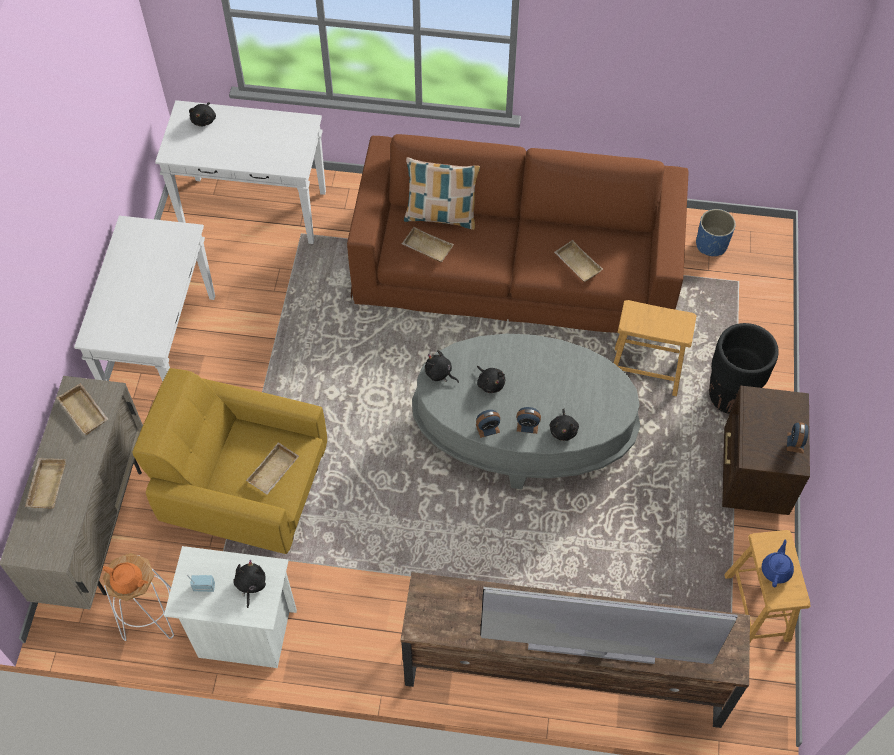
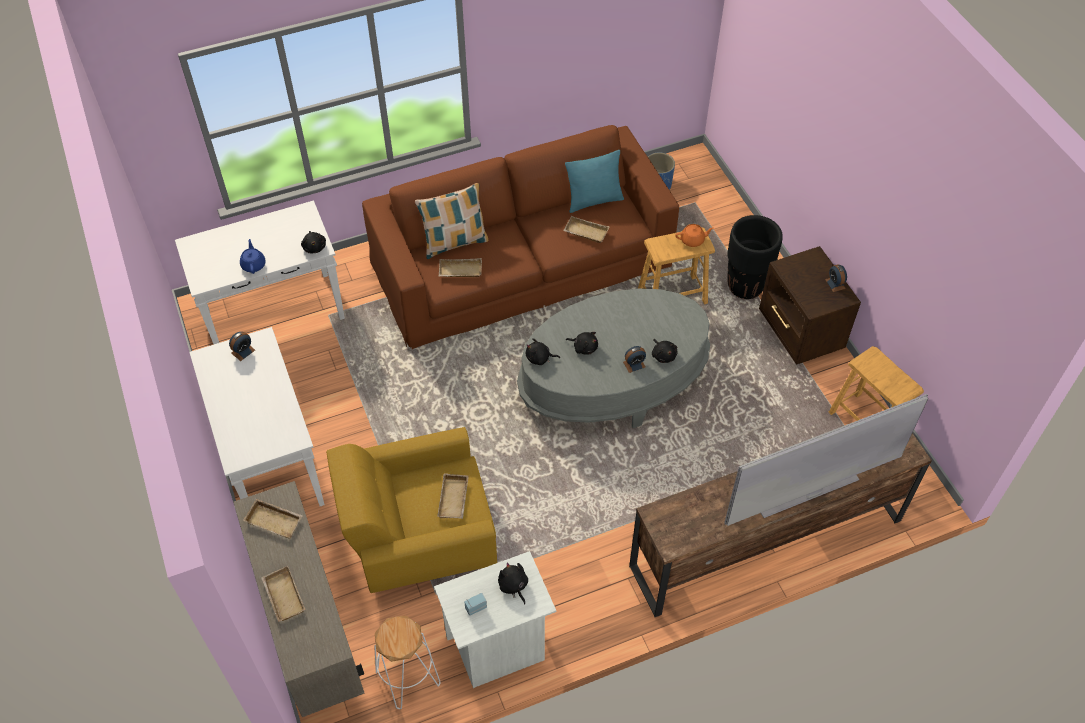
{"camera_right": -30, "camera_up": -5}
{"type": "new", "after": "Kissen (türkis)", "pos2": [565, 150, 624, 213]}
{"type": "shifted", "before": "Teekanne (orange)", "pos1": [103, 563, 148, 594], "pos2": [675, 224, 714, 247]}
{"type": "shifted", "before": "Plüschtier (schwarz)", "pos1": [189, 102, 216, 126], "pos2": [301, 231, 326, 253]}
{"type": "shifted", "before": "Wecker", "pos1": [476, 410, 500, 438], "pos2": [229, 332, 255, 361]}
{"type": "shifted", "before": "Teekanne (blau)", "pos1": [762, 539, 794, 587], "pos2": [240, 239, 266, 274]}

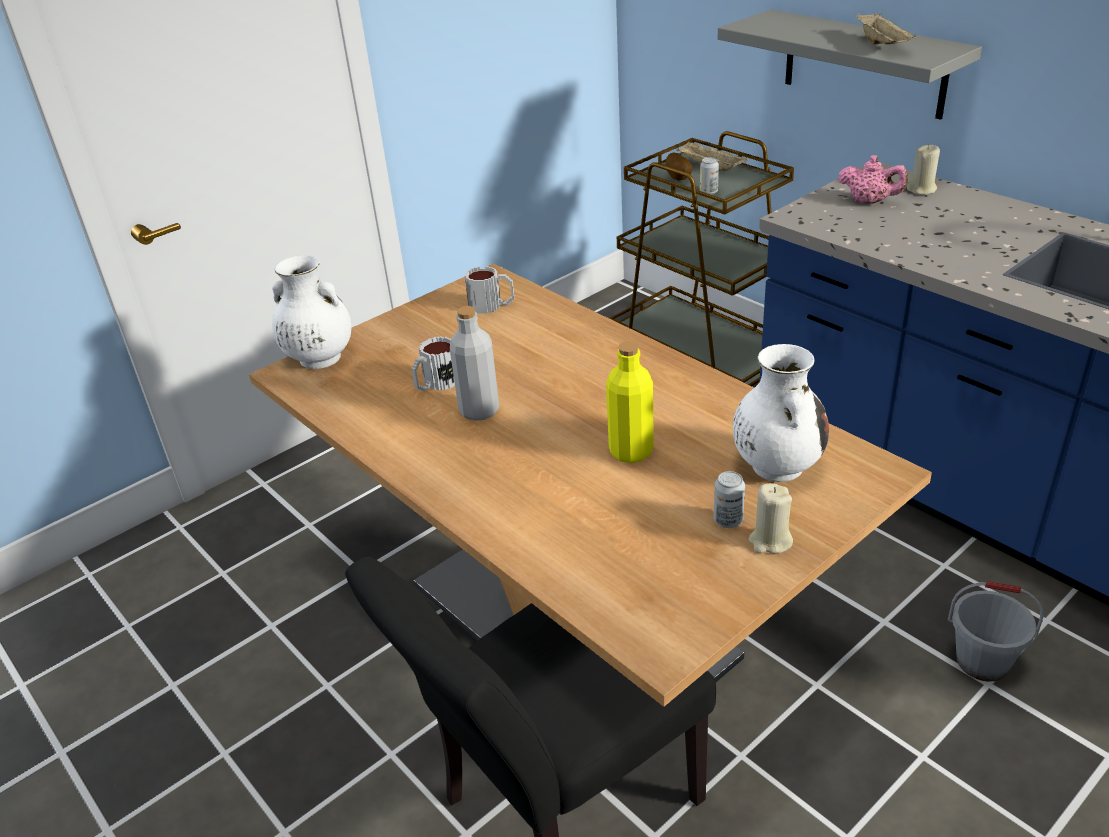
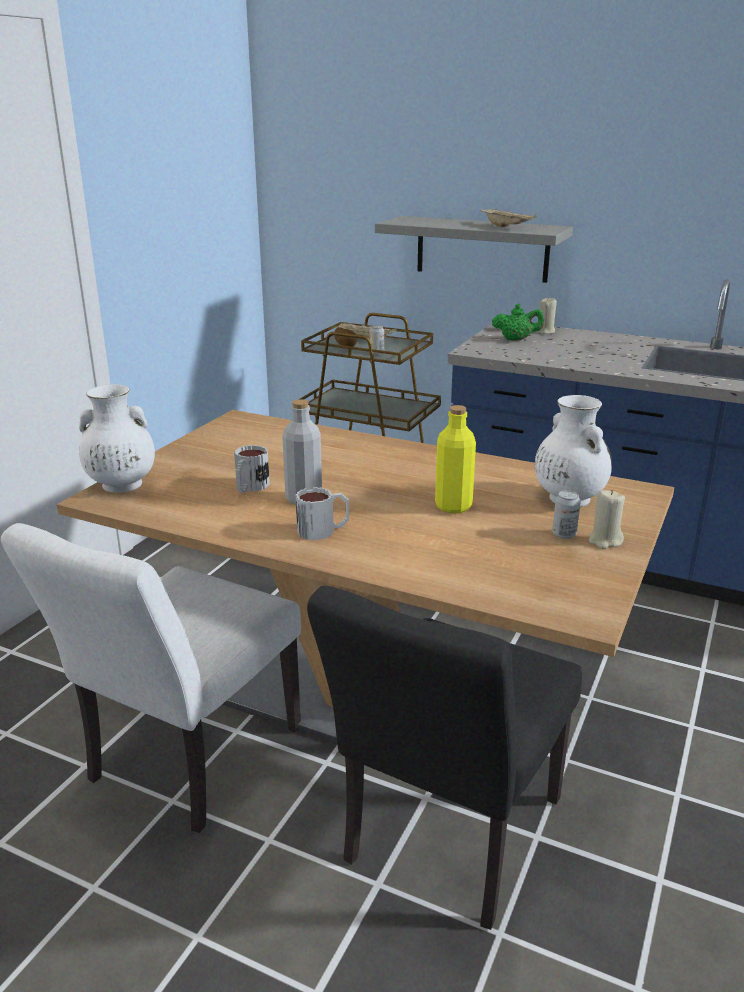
{"camera_right": -25, "camera_up": -10}
{"type": "gone", "before": "Eimer (grau)", "pos1": [948, 581, 1043, 682]}
{"type": "new", "after": "Stuhl (weiß)", "pos2": [1, 523, 301, 833]}
{"type": "shifted", "before": "Henkelbecher", "pos1": [465, 266, 514, 313], "pos2": [296, 487, 349, 540]}
{"type": "repainted", "before": "Teekanne (rosa)", "after": "Teekanne (grün)", "pos1": [838, 155, 908, 204], "pos2": [492, 304, 545, 341]}

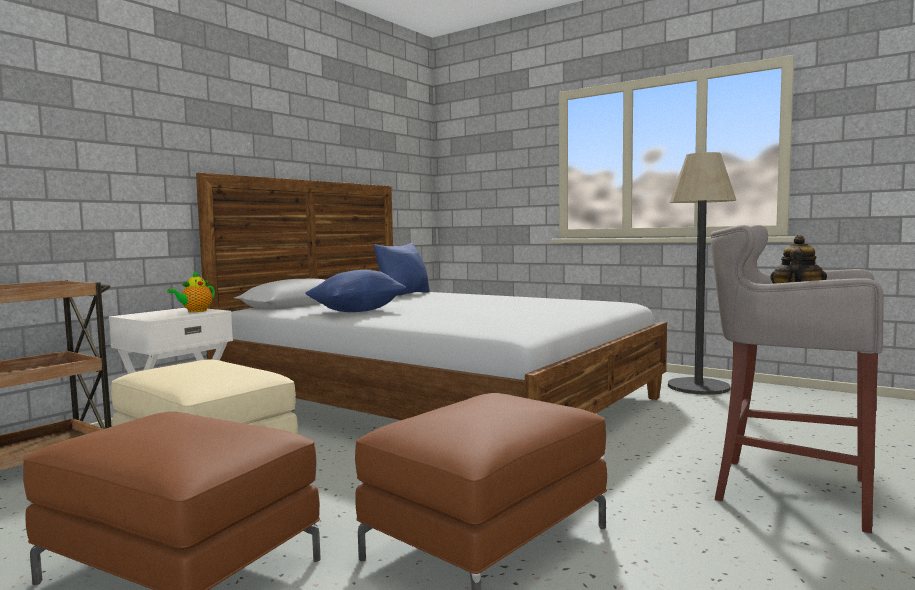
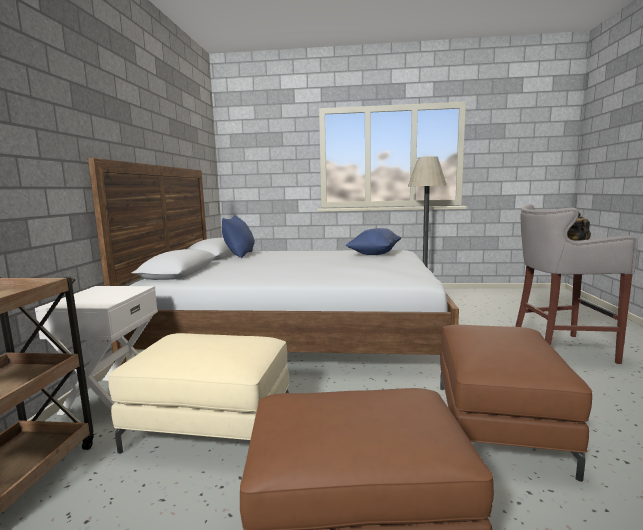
{"camera_right": -30, "camera_up": 5}
{"type": "gone", "before": "Teekanne", "pos1": [167, 271, 215, 312]}
{"type": "shifted", "before": "Kissen (blau)", "pos1": [305, 270, 406, 312], "pos2": [346, 228, 401, 255]}

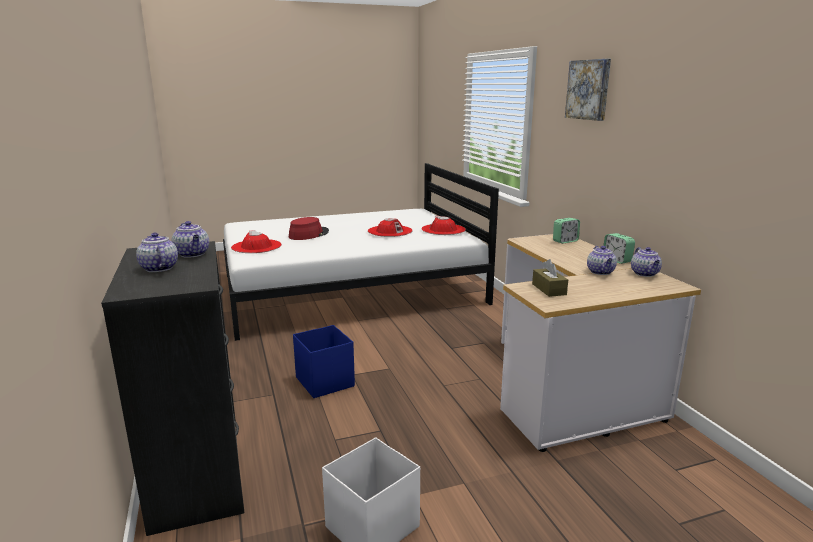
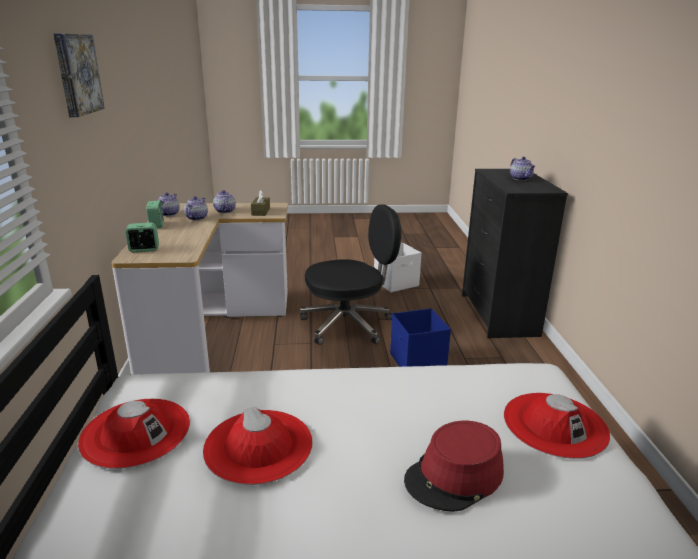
{"camera_right": -165, "camera_up": 5}
{"type": "new", "after": "Bürostuhl (schwarz)", "pos2": [300, 205, 401, 345]}
{"type": "shifted", "before": "Teekanne", "pos1": [172, 221, 209, 258], "pos2": [213, 190, 236, 213]}

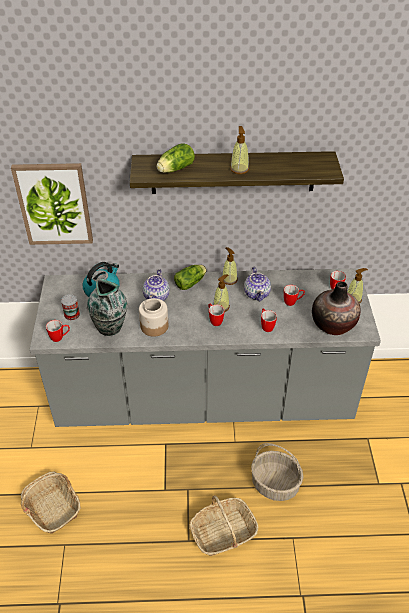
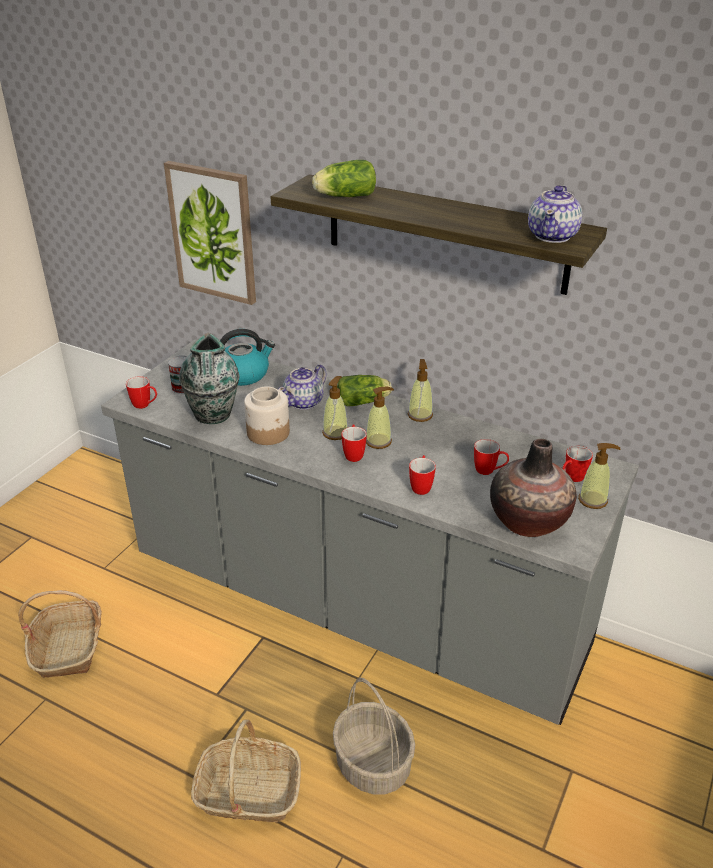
{"camera_right": 30, "camera_up": -10}
{"type": "shifted", "before": "Seifenspender", "pos1": [230, 126, 249, 174], "pos2": [322, 376, 348, 440]}
{"type": "shifted", "before": "Teekanne", "pos1": [244, 267, 271, 301], "pos2": [528, 186, 582, 243]}

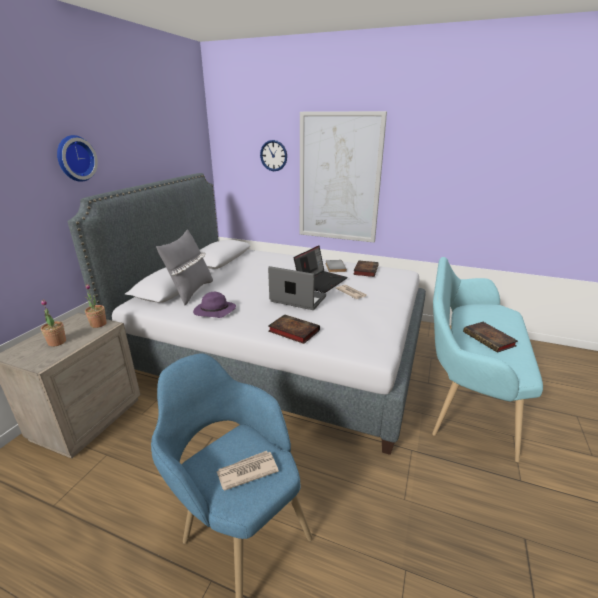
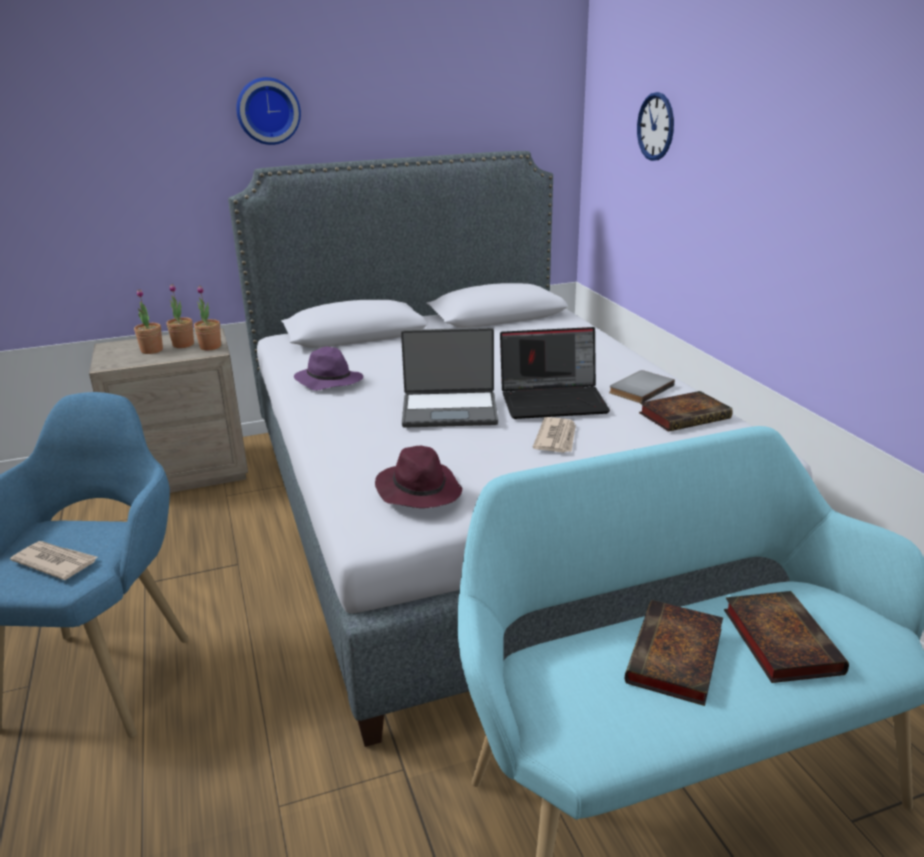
{"camera_right": 50, "camera_up": 0}
{"type": "gone", "before": "Kissen (grau)", "pos1": [156, 229, 213, 305]}
{"type": "gone", "before": "Bild", "pos1": [300, 111, 387, 243]}
{"type": "new", "after": "Topfpflanze", "pos2": [166, 284, 194, 348]}
{"type": "new", "after": "Hut (lila)", "pos2": [375, 446, 462, 508]}
{"type": "shifted", "before": "Buch", "pos1": [268, 314, 320, 344], "pos2": [724, 591, 849, 683]}
{"type": "rotated", "before": "Laptop", "pos1": [268, 266, 326, 310], "pos2": [401, 328, 498, 428], "turn": 105}

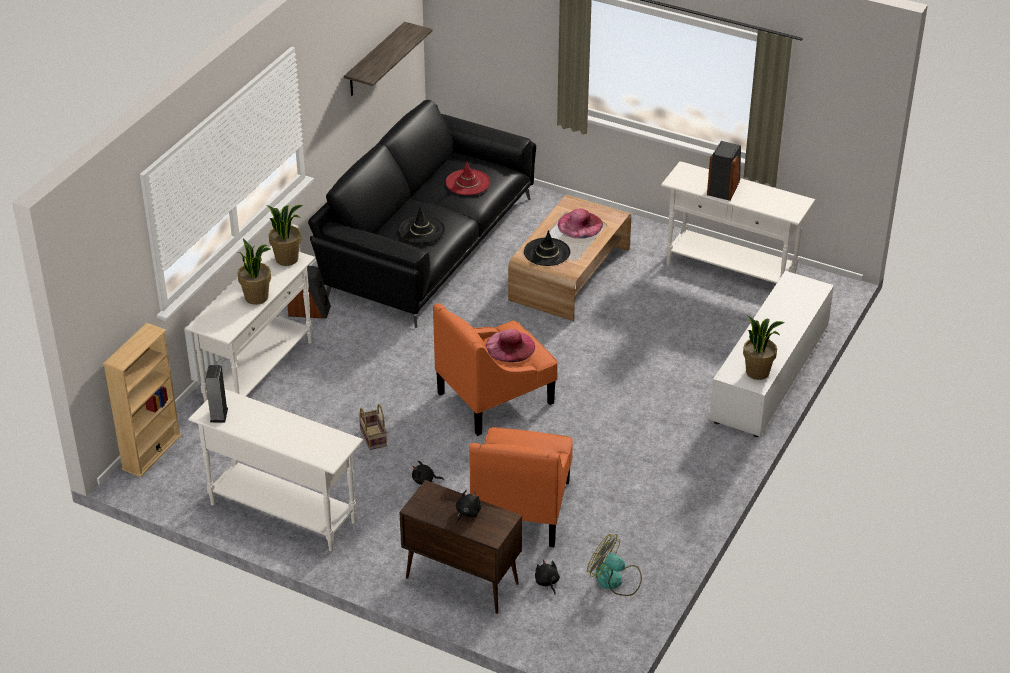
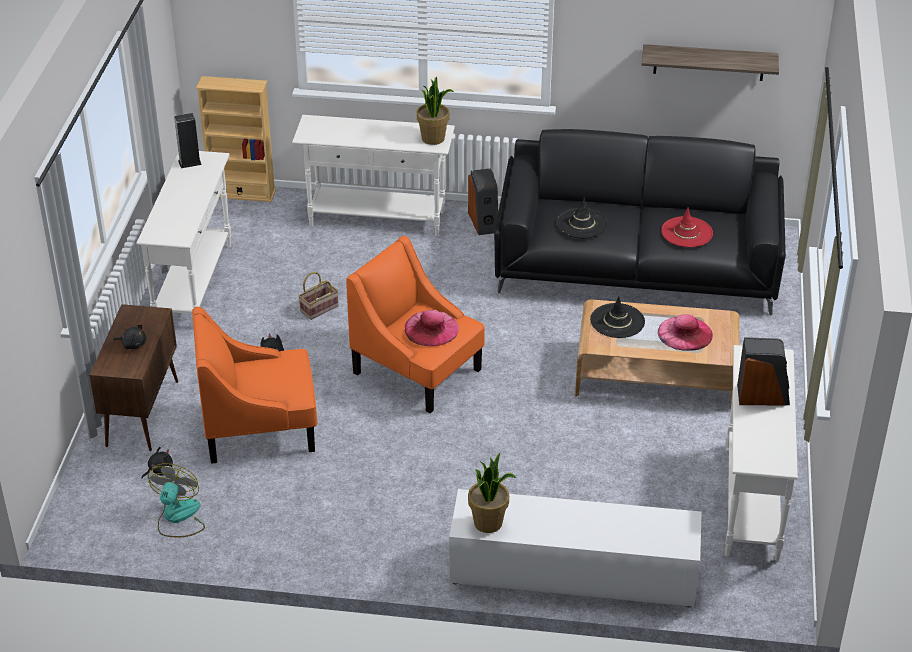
{"camera_right": 70, "camera_up": 0}
{"type": "gone", "before": "Topfpflanze", "pos1": [237, 239, 271, 305]}

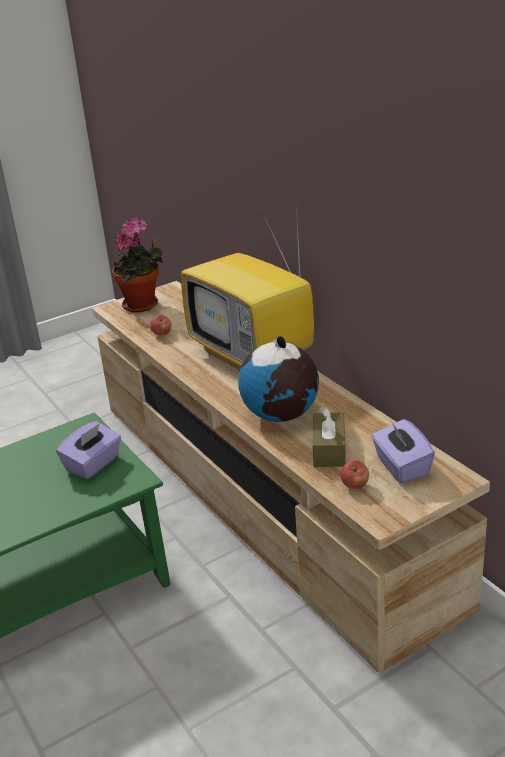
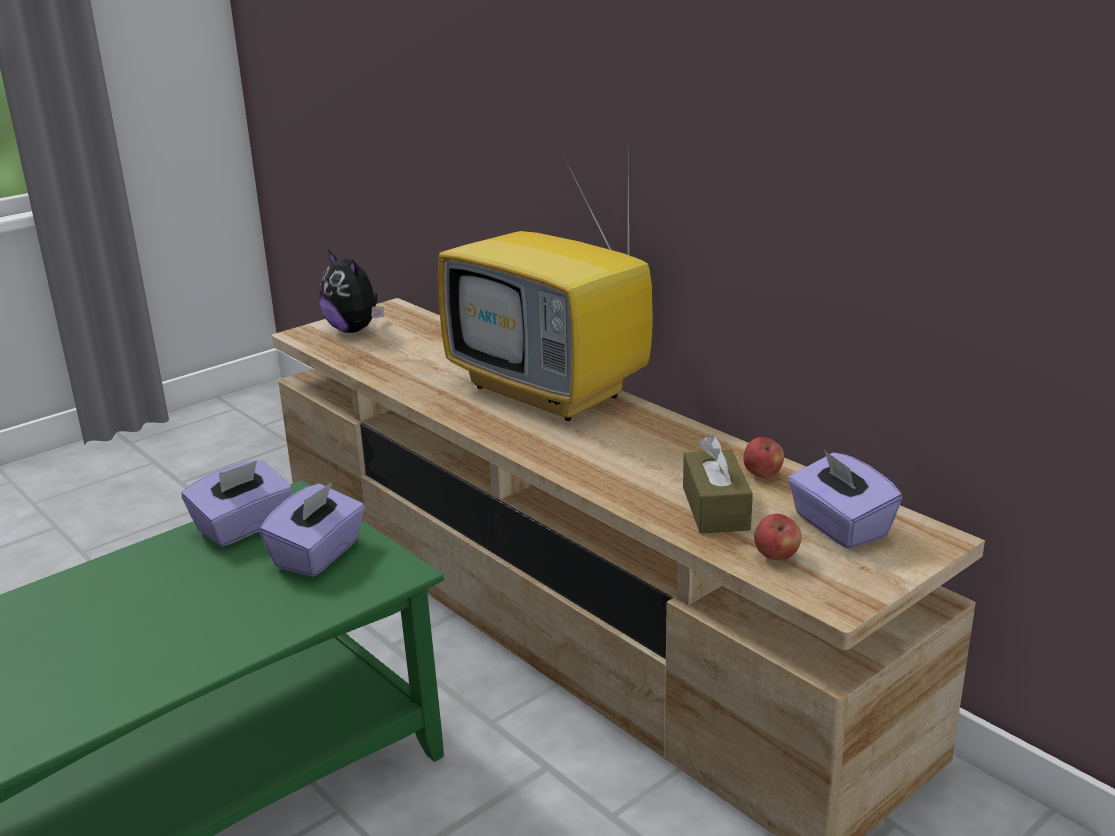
{"camera_right": -10, "camera_up": -5}
{"type": "gone", "before": "Globus", "pos1": [238, 336, 319, 422]}
{"type": "new", "after": "Taschentuchbox (lila)", "pos2": [182, 460, 292, 547]}
{"type": "shifted", "before": "Apfel", "pos1": [150, 315, 171, 335], "pos2": [743, 437, 784, 478]}
{"type": "swapped", "before": "Topfpflanze", "after": "Plüschtier", "pos1": [112, 217, 163, 313], "pos2": [320, 250, 384, 333]}

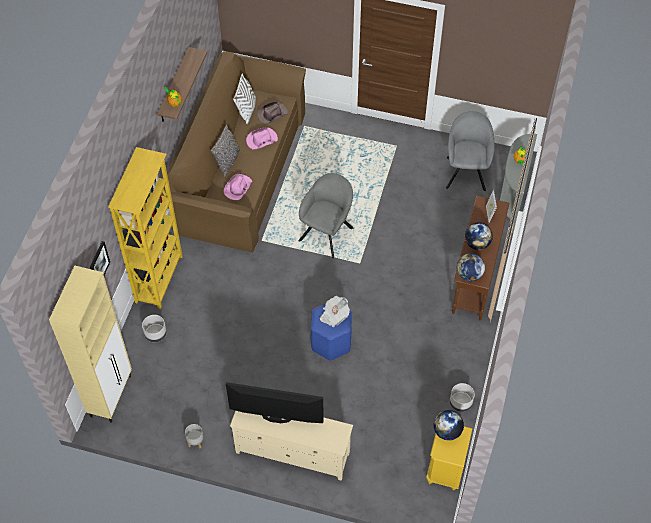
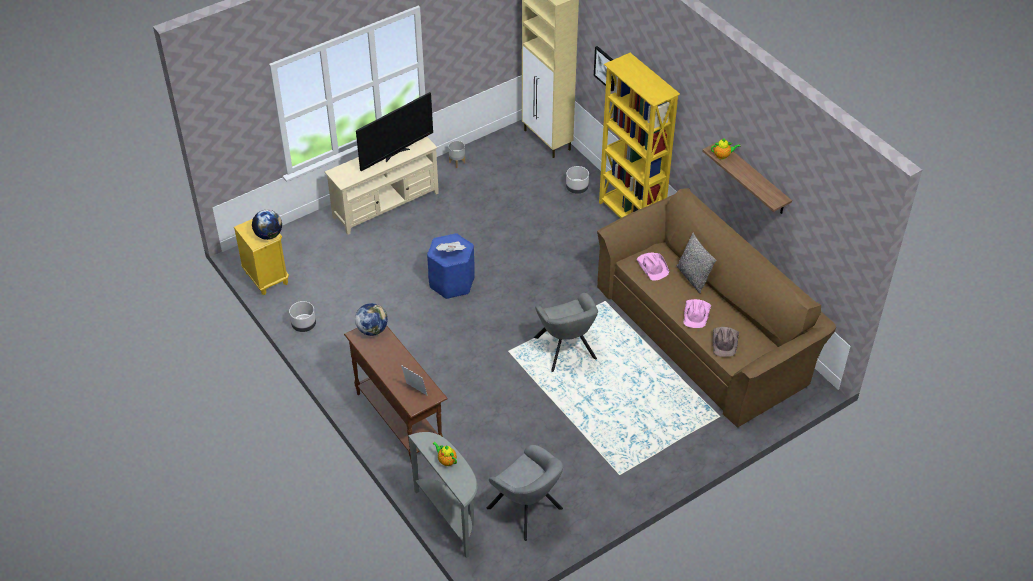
{"camera_right": 130, "camera_up": -10}
{"type": "gone", "before": "Kissen (weiß)", "pos1": [233, 73, 256, 124]}
{"type": "gone", "before": "Globus", "pos1": [465, 222, 493, 250]}

